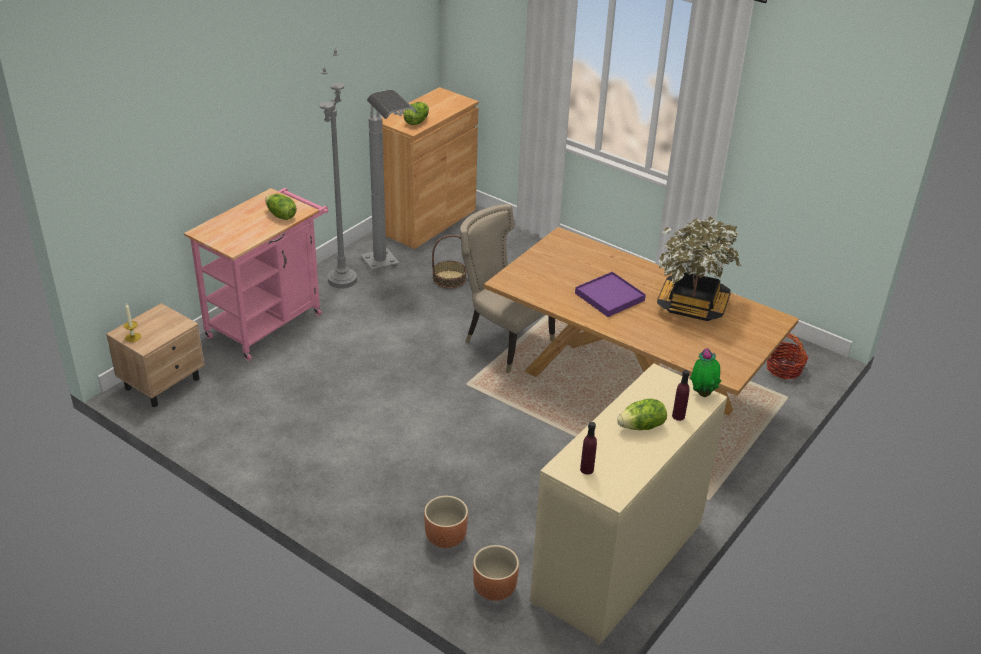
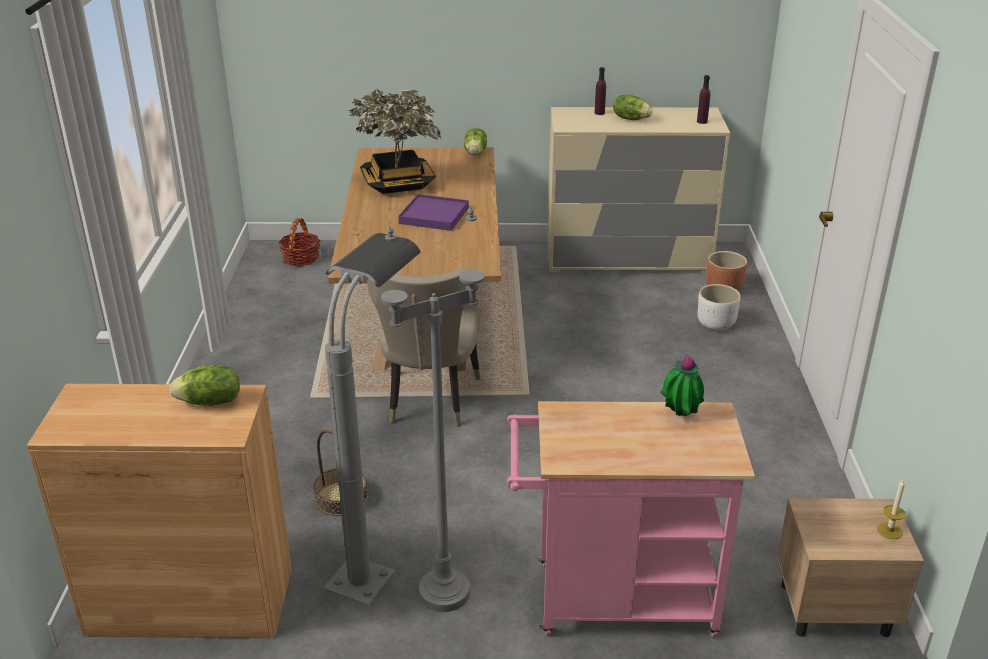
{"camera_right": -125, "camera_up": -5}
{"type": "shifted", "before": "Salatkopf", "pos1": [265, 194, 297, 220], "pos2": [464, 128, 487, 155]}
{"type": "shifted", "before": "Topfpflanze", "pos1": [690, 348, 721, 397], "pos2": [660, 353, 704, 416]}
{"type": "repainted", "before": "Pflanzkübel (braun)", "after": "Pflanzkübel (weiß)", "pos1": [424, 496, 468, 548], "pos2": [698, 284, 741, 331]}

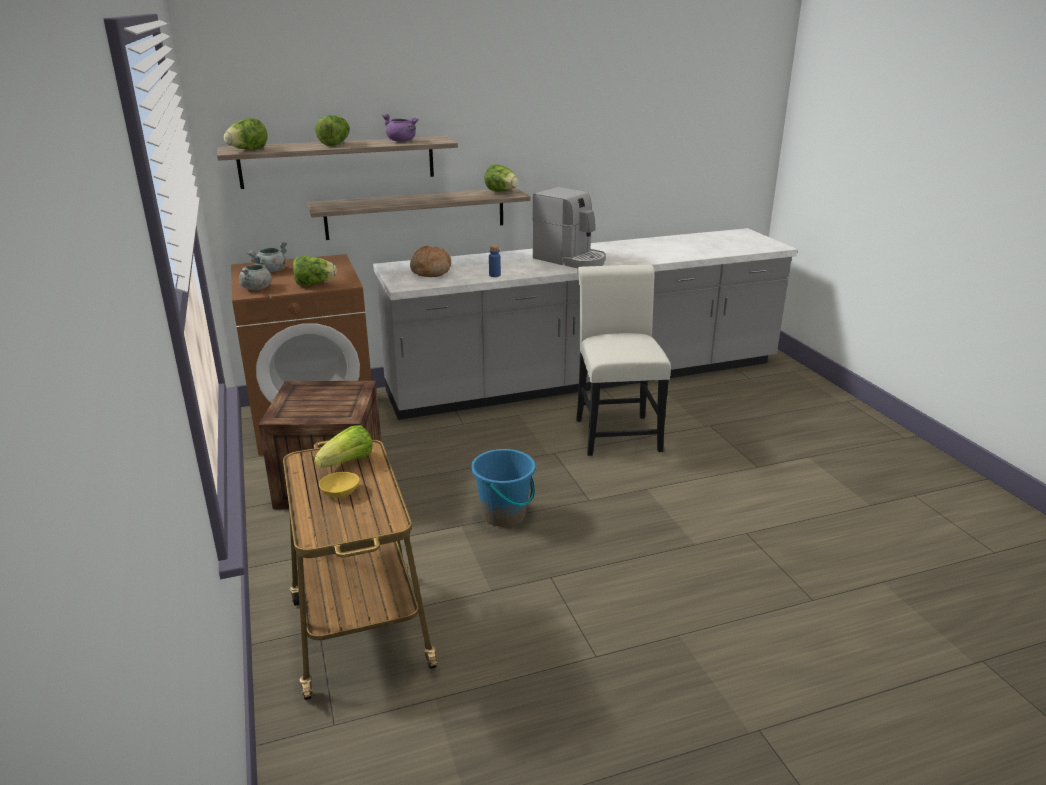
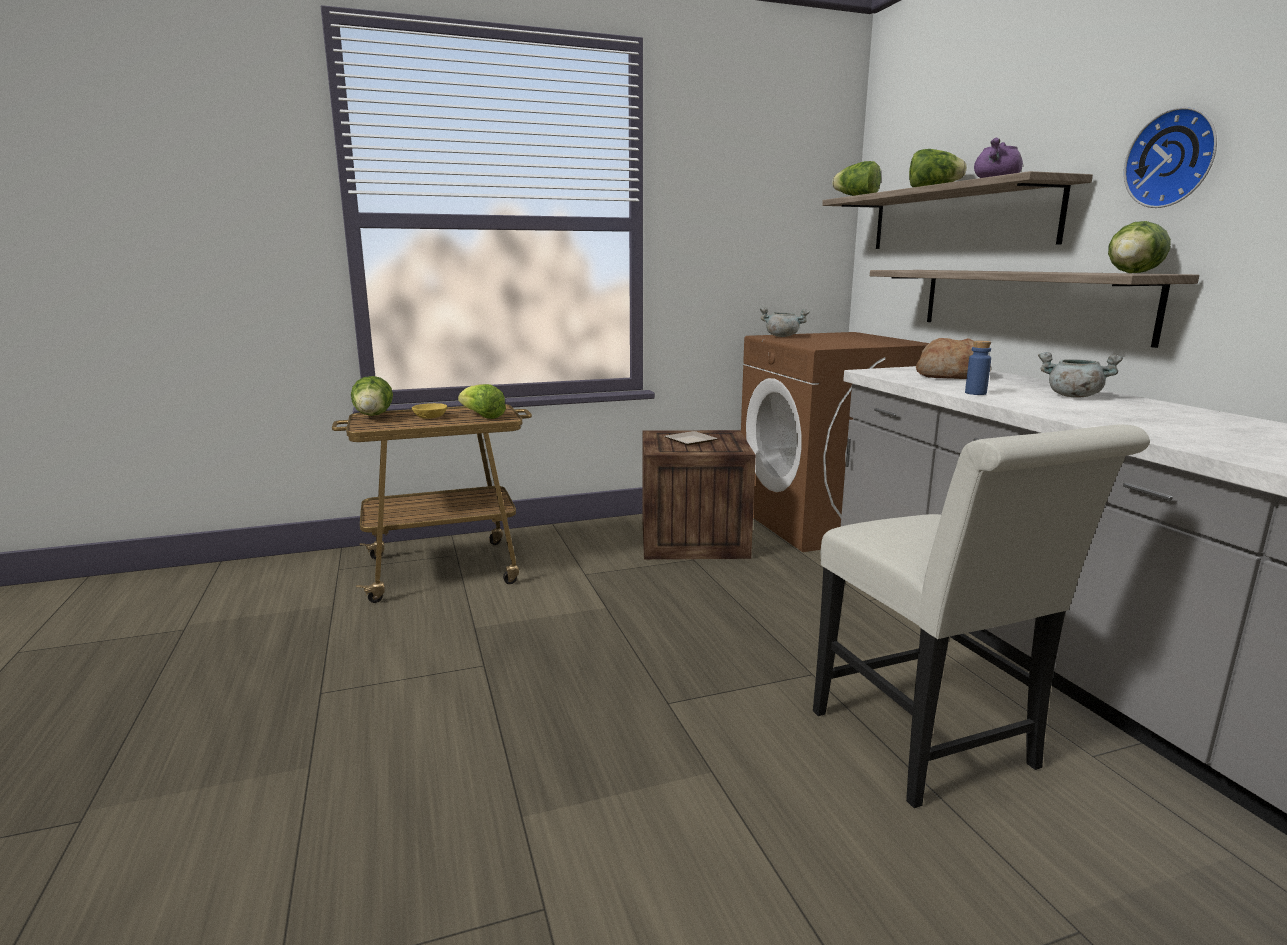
{"camera_right": 90, "camera_up": -10}
{"type": "gone", "before": "Eimer (blau)", "pos1": [471, 448, 536, 527]}
{"type": "gone", "before": "Kaffeemaschine", "pos1": [533, 187, 606, 269]}
{"type": "new", "after": "Teller", "pos2": [664, 431, 718, 445]}
{"type": "new", "after": "Wanduhr", "pos2": [1124, 107, 1217, 208]}
{"type": "shifted", "before": "Kochtopf (grau)", "pos1": [247, 242, 287, 272], "pos2": [1038, 352, 1123, 398]}
{"type": "shifted", "before": "Salatkopf", "pos1": [293, 256, 337, 286], "pos2": [351, 376, 393, 416]}
{"type": "rotated", "before": "Stuhl (weiß)", "pos1": [576, 265, 671, 456], "pos2": [813, 424, 1150, 808], "turn": 75}

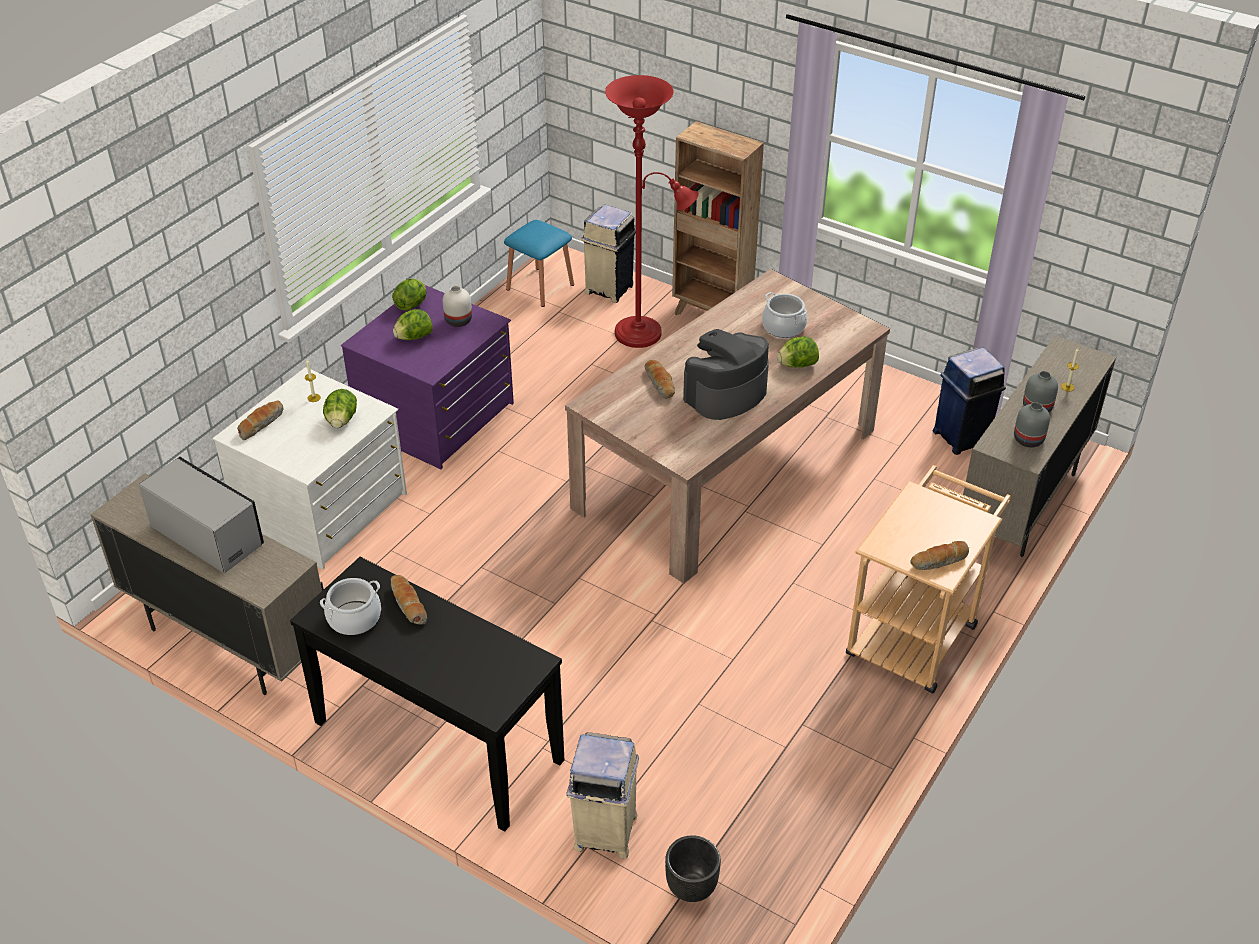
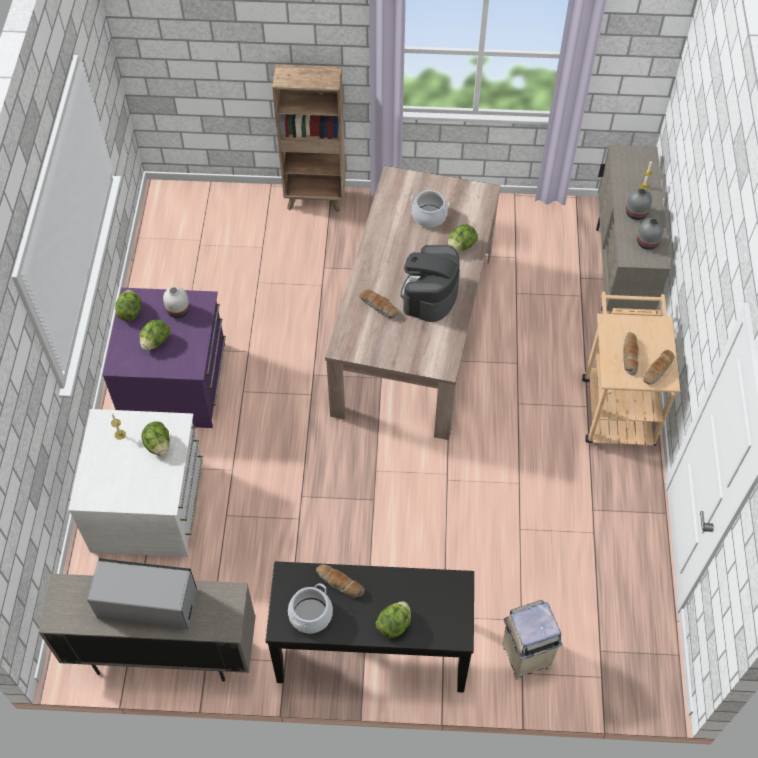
{"camera_right": -30, "camera_up": 15}
{"type": "gone", "before": "Hocker (blau)", "pos1": [504, 220, 574, 307]}
{"type": "gone", "before": "Mülleimer (beige)", "pos1": [581, 205, 636, 303]}
{"type": "gone", "before": "Stehlampe (rot)", "pos1": [605, 75, 699, 348]}
{"type": "gone", "before": "Pflanzkübel (schwarz)", "pos1": [665, 835, 721, 902]}
{"type": "gone", "before": "Mülleimer (blau)", "pos1": [933, 348, 1006, 455]}
{"type": "new", "after": "Salatkopf", "pos2": [375, 601, 411, 638]}
{"type": "shifted", "before": "Brot", "pos1": [237, 401, 283, 440], "pos2": [623, 332, 639, 376]}

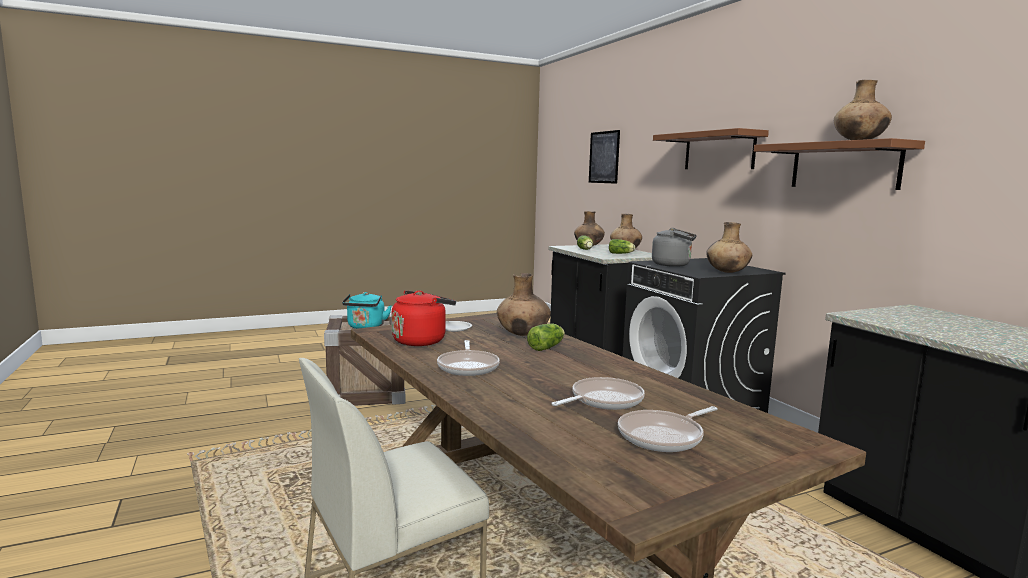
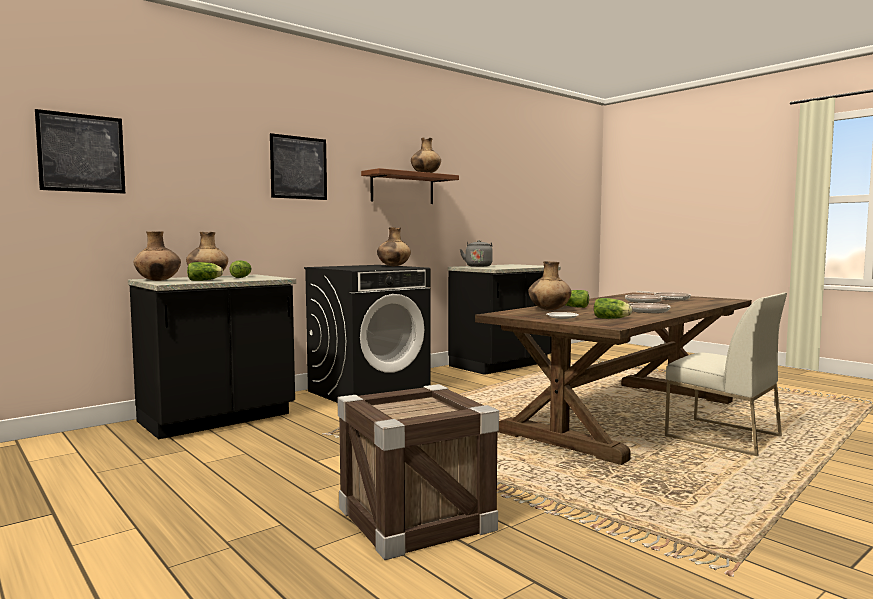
{"camera_right": -105, "camera_up": -5}
{"type": "gone", "before": "Wasserkessel (türkis)", "pos1": [342, 292, 392, 329]}
{"type": "shifted", "before": "Wasserkessel (grau)", "pos1": [652, 228, 697, 267], "pos2": [460, 240, 493, 267]}
{"type": "swapped", "before": "Wasserkessel (rot)", "after": "Salatkopf", "pos1": [391, 290, 456, 346], "pos2": [594, 298, 632, 319]}
{"type": "swapped", "before": "Wandregal (braun)", "after": "Bild", "pos1": [653, 128, 769, 169], "pos2": [270, 133, 327, 200]}

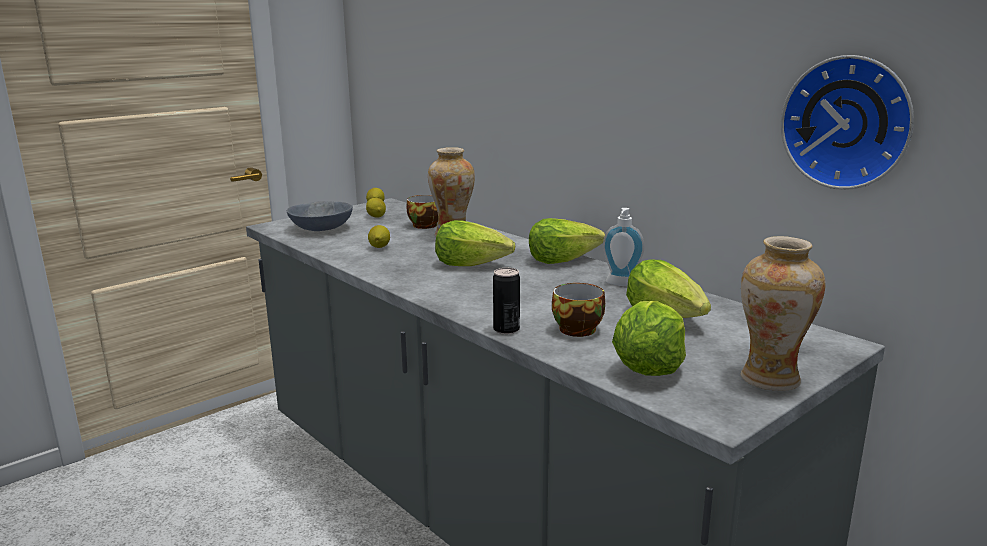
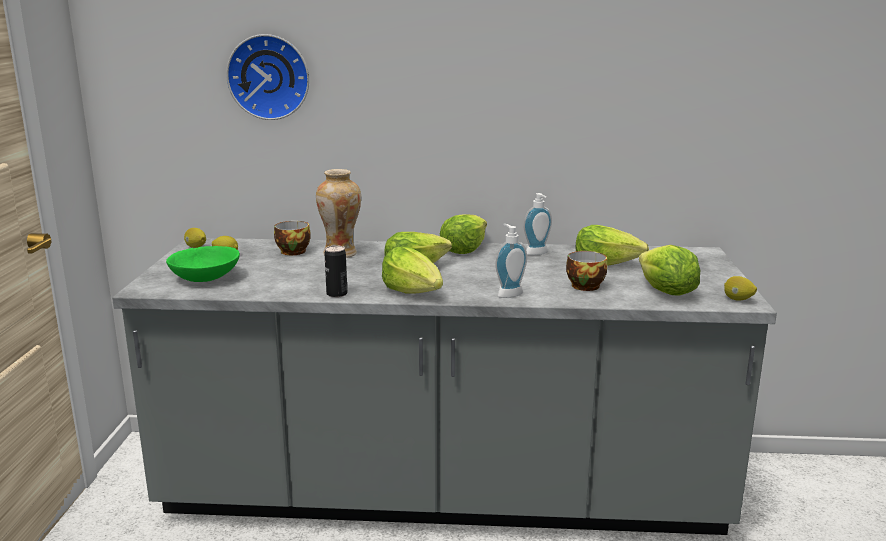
{"camera_right": -45, "camera_up": 0}
{"type": "gone", "before": "Vase", "pos1": [741, 236, 826, 391]}
{"type": "new", "after": "Salatkopf", "pos2": [382, 247, 443, 294]}
{"type": "new", "after": "Seifenspender", "pos2": [495, 224, 527, 298]}
{"type": "shifted", "before": "Zitrone", "pos1": [368, 225, 390, 248], "pos2": [724, 276, 757, 301]}
{"type": "shifted", "before": "Dose", "pos1": [493, 268, 520, 334], "pos2": [324, 245, 347, 298]}
{"type": "shifted", "before": "Wanduhr", "pos1": [781, 55, 914, 190], "pos2": [226, 34, 309, 120]}
{"type": "repainted", "before": "Schüssel (grau)", "after": "Schüssel (grün)", "pos1": [287, 201, 353, 231], "pos2": [166, 246, 240, 282]}

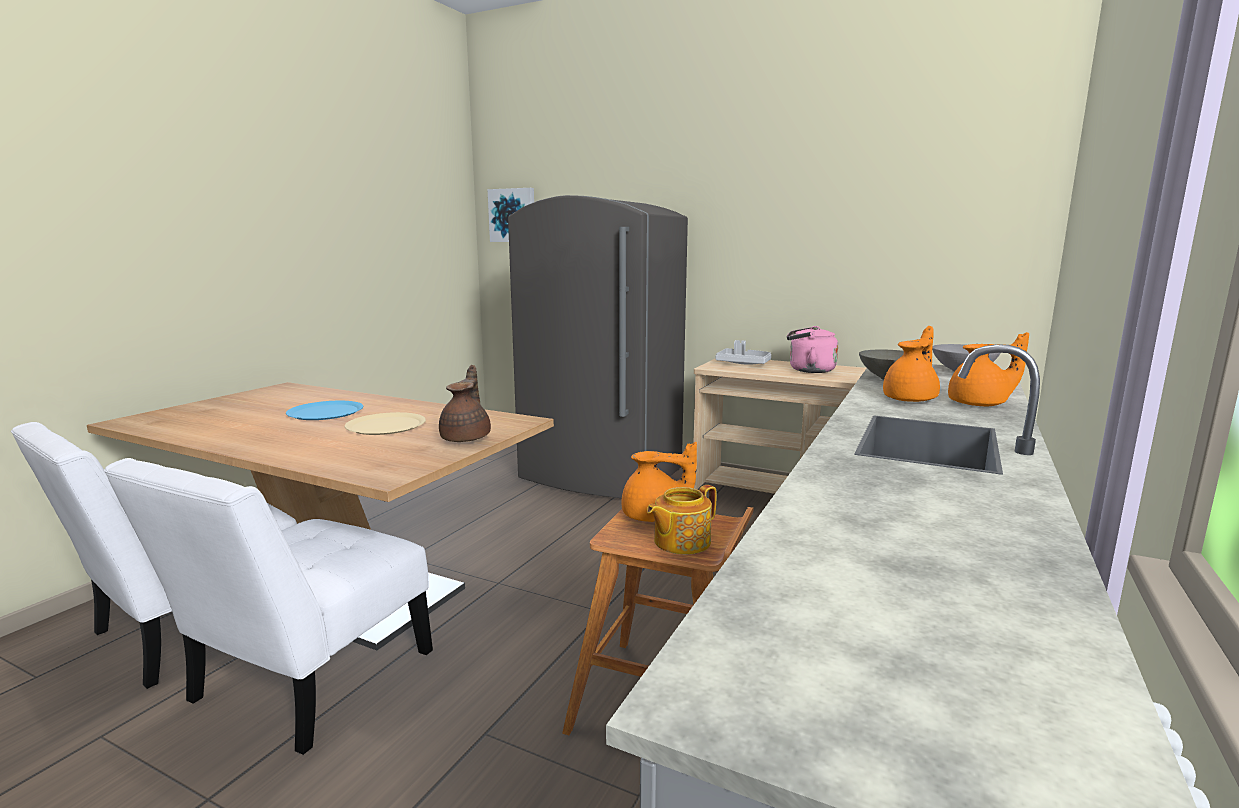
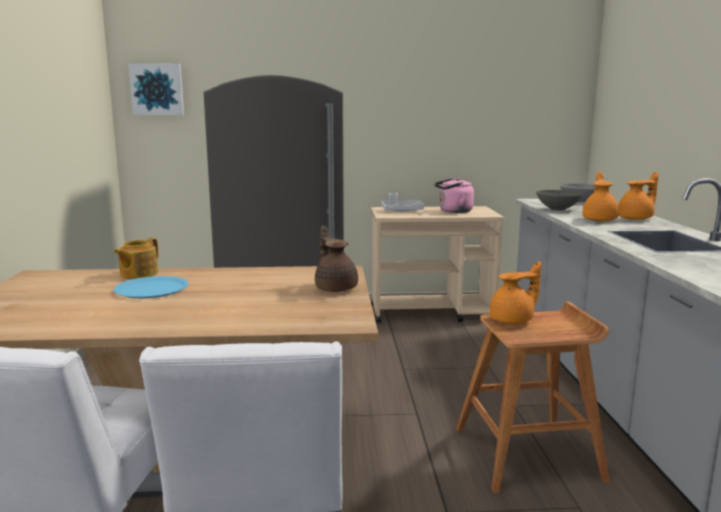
{"camera_right": -30, "camera_up": 0}
{"type": "gone", "before": "Teller (beige)", "pos1": [345, 412, 426, 435]}
{"type": "shifted", "before": "Teekanne", "pos1": [647, 485, 716, 554], "pos2": [114, 238, 158, 279]}

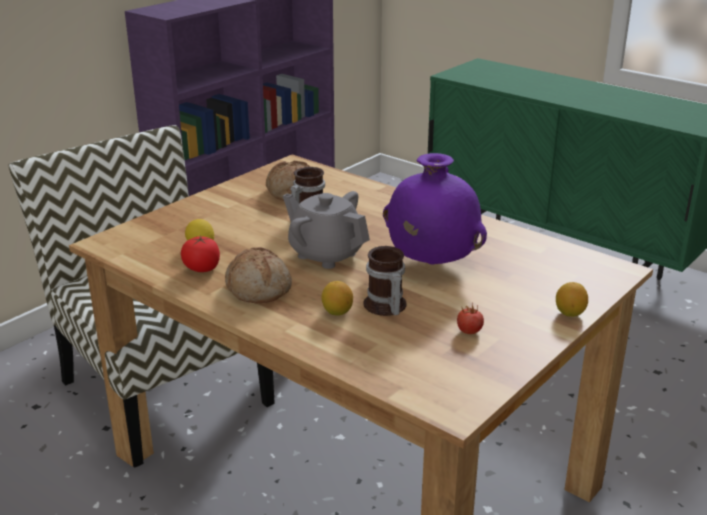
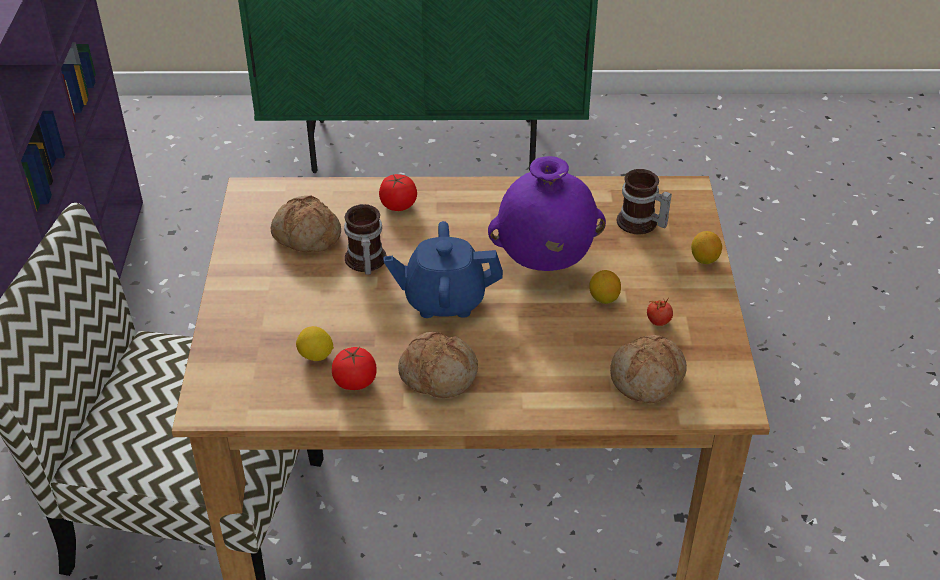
{"camera_right": -40, "camera_up": 15}
{"type": "new", "after": "Tomate", "pos2": [379, 174, 417, 211]}
{"type": "new", "after": "Brot", "pos2": [610, 335, 687, 403]}
{"type": "shifted", "before": "Zitrone", "pos1": [322, 281, 353, 316], "pos2": [589, 270, 621, 304]}
{"type": "shifted", "before": "Henkelbecher", "pos1": [363, 246, 406, 316], "pos2": [617, 169, 672, 235]}
{"type": "repainted", "before": "Teekanne (grau)", "after": "Teekanne (blau)", "pos1": [283, 191, 370, 269], "pos2": [384, 221, 503, 318]}

